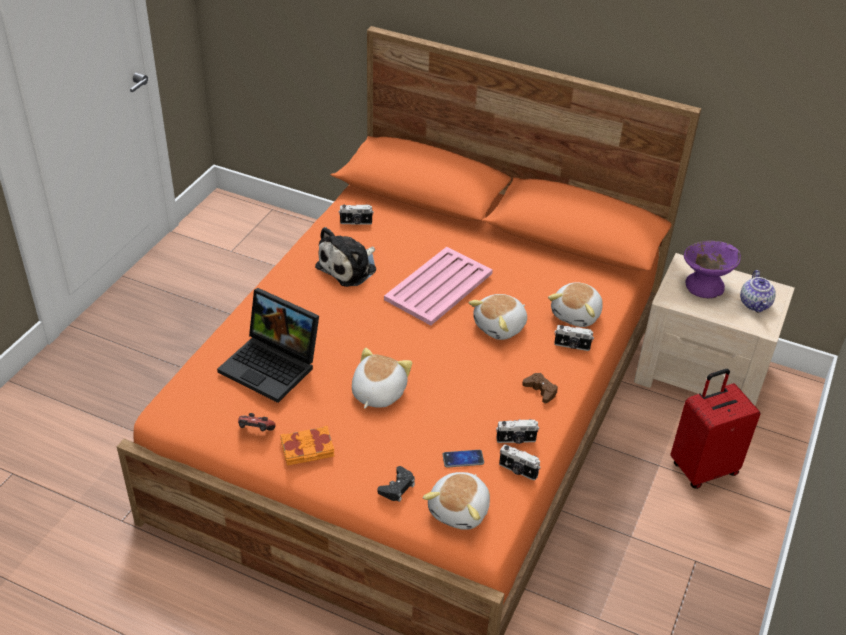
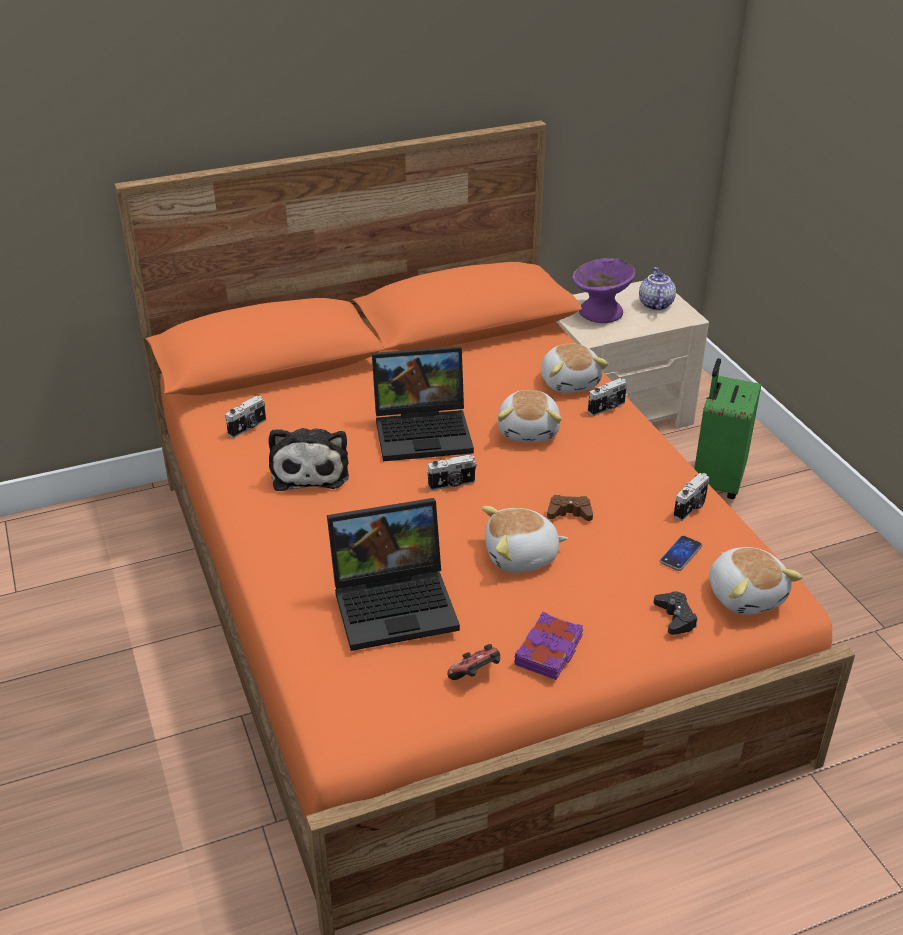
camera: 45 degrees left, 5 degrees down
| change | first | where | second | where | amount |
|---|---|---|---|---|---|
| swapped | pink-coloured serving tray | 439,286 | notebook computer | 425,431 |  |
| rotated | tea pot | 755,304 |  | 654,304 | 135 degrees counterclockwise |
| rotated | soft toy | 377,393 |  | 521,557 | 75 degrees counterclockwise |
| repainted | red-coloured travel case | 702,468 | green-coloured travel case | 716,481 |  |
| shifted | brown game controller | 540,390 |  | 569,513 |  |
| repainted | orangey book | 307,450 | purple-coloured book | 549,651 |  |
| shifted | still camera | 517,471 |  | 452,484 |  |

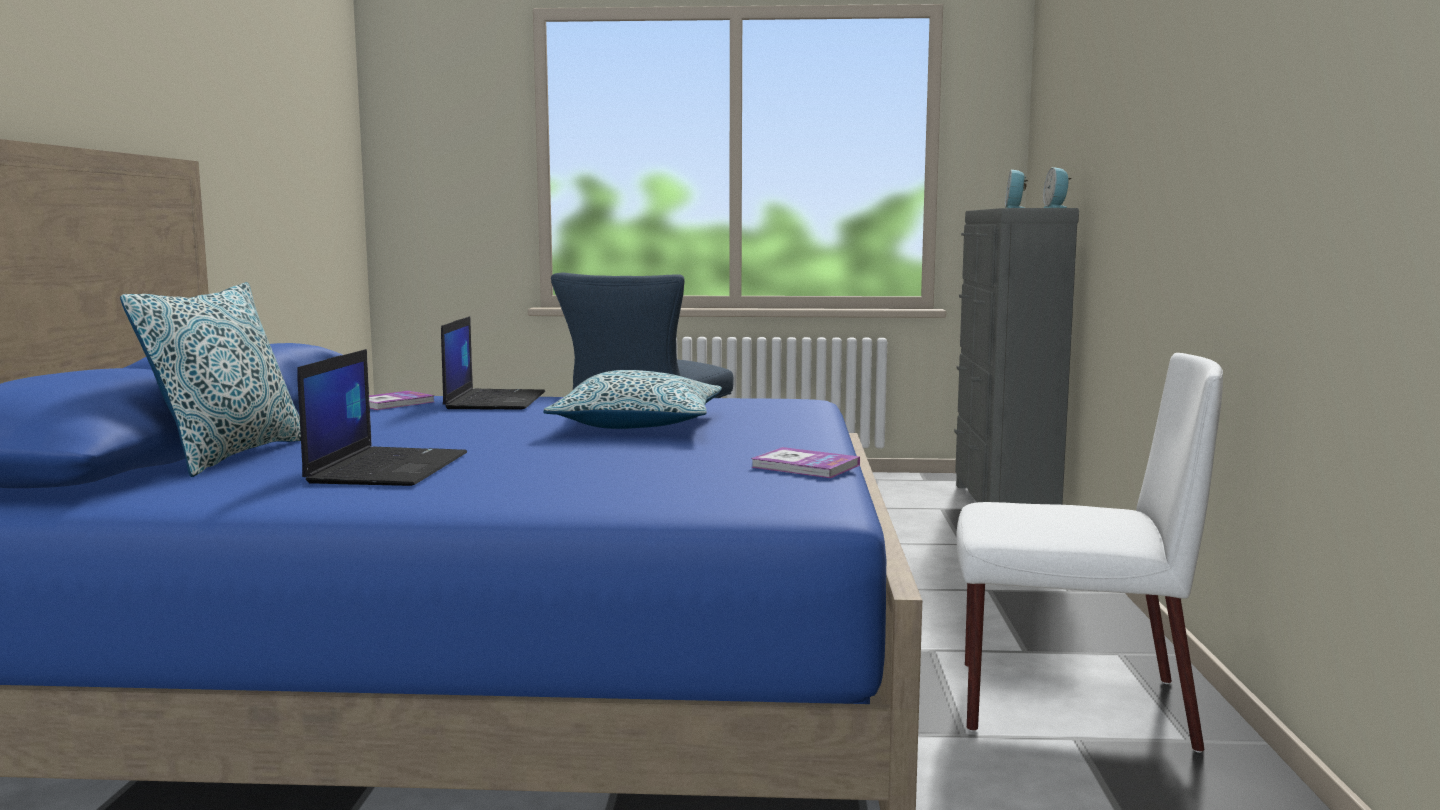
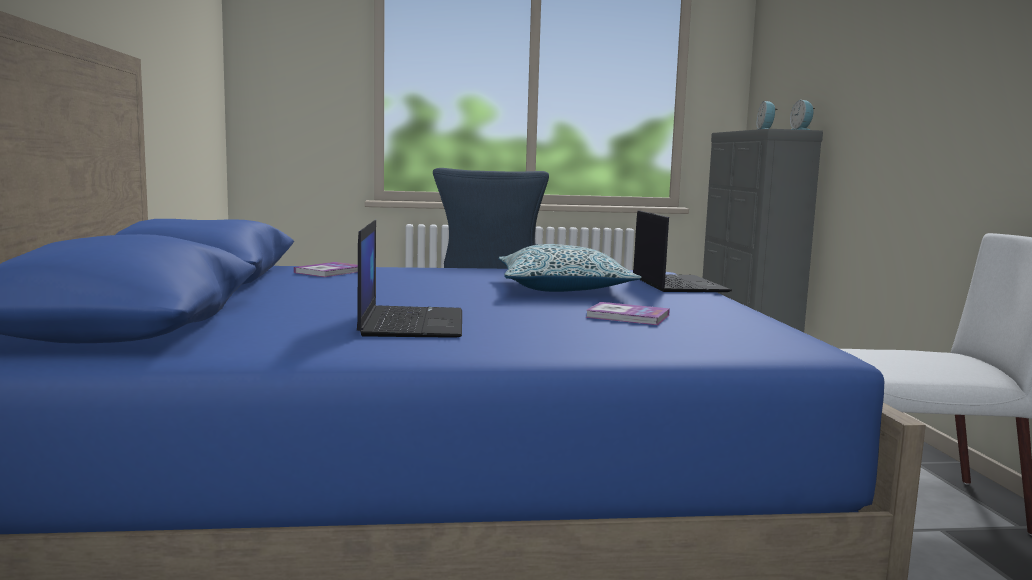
camera: 10 degrees left, 0 degrees up
| change | first | where | second | where | amount |
|---|---|---|---|---|---|
| gone | pillow | 230,455 |  |  |  |
| shifted | notebook computer | 494,400 |  | 677,284 |  |
| shifted | book | 805,466 |  | 627,316 |  |

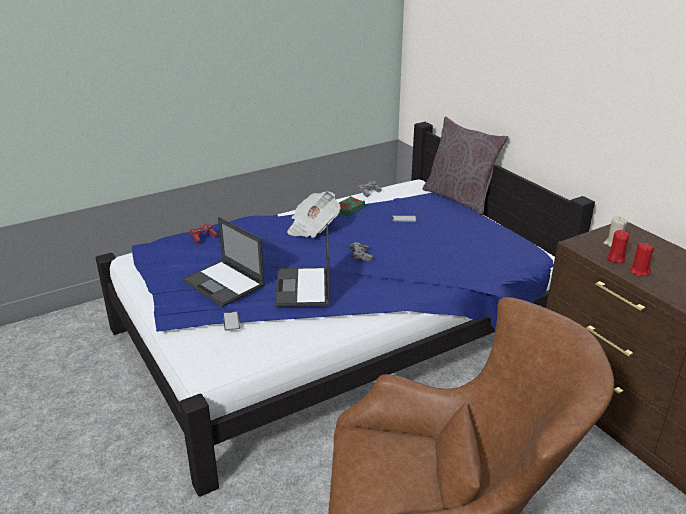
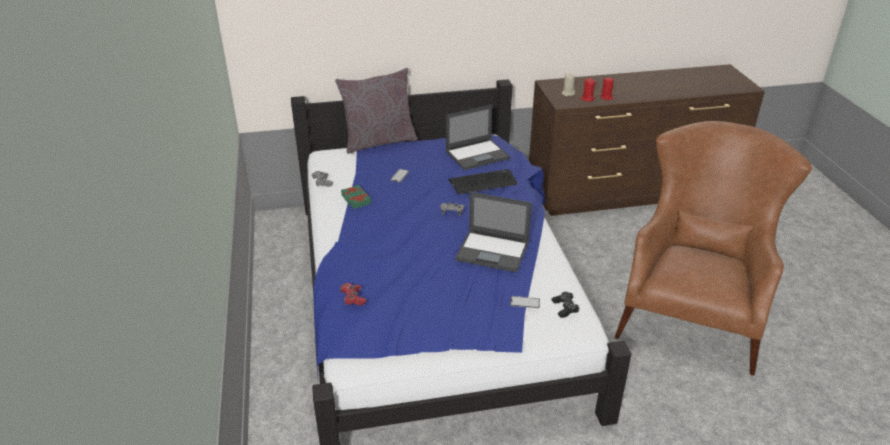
camera: 70 degrees left, 5 degrees up
| change | first | where | second | where | amount |
|---|---|---|---|---|---|
| gone | newspaper | 312,228 |  |  |  |
| shifted | notebook computer | 224,283 |  | 478,154 |  |
| new |  |  | keyboard | 483,182 |  |
| new |  |  | black game controller | 564,308 |  |

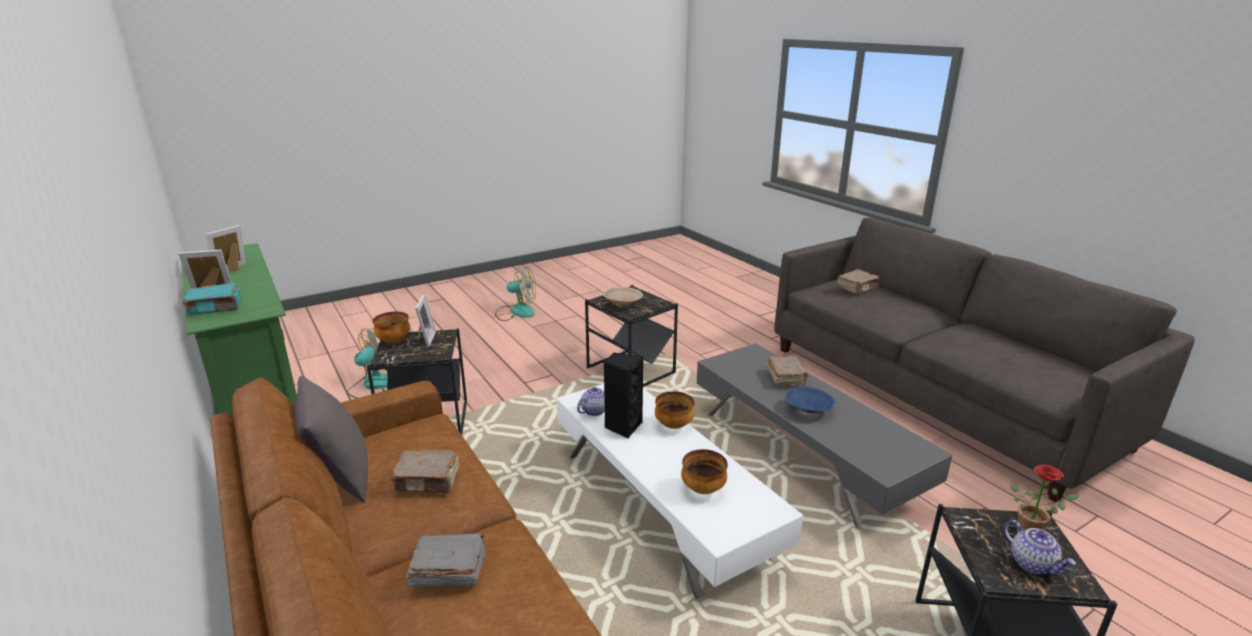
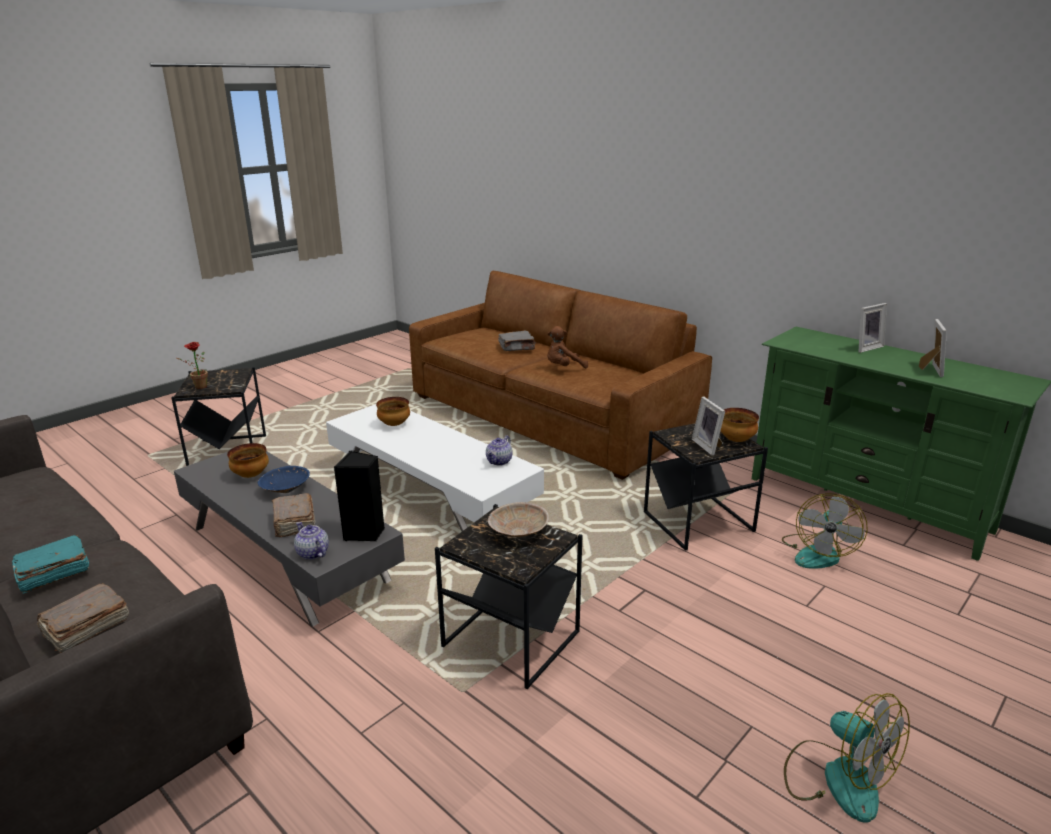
camera: 165 degrees right, 0 degrees up
| change | first | where | second | where | amount |
|---|---|---|---|---|---|
| rotated | fan | 516,311 |  | 837,778 | 120 degrees counterclockwise |
| shifted | blue-green book | 216,308 |  | 53,574 |  |
| shifted | black loudspeaker | 623,426 |  | 364,533 |  |
| gone | greyish pillow | 340,478 |  |  |  |
| shifted | serving bowl | 674,425 |  | 250,475 |  |
| swapped | brown book | 428,481 | brown soft toy | 564,367 |  |
| shifted | tea pot | 1032,564 |  | 312,553 |  |

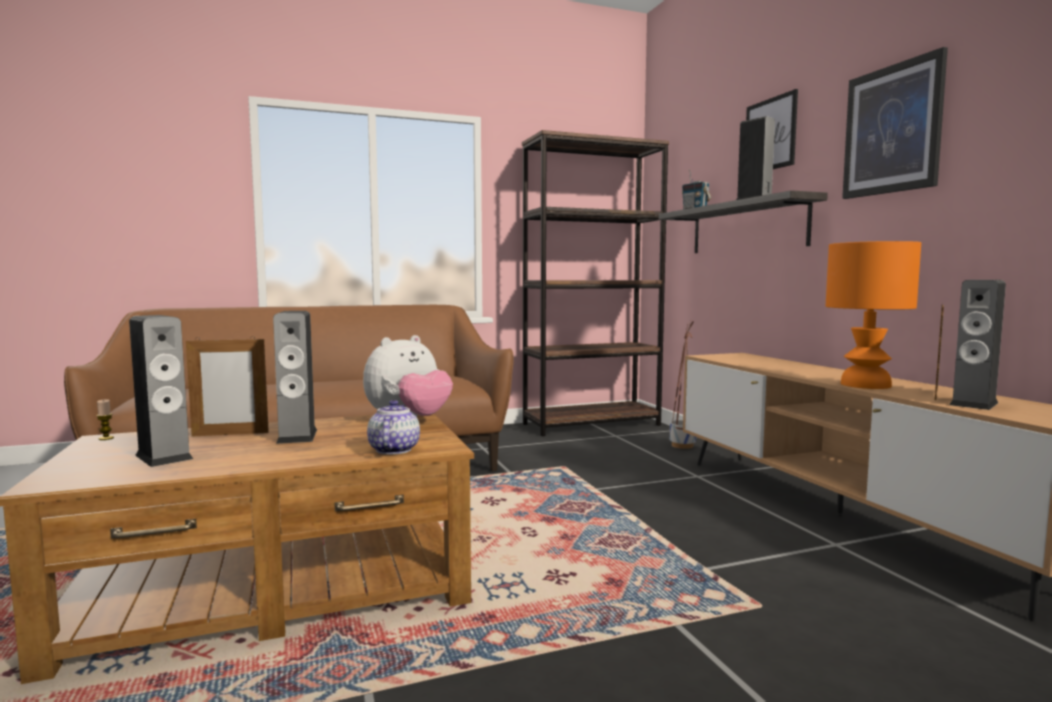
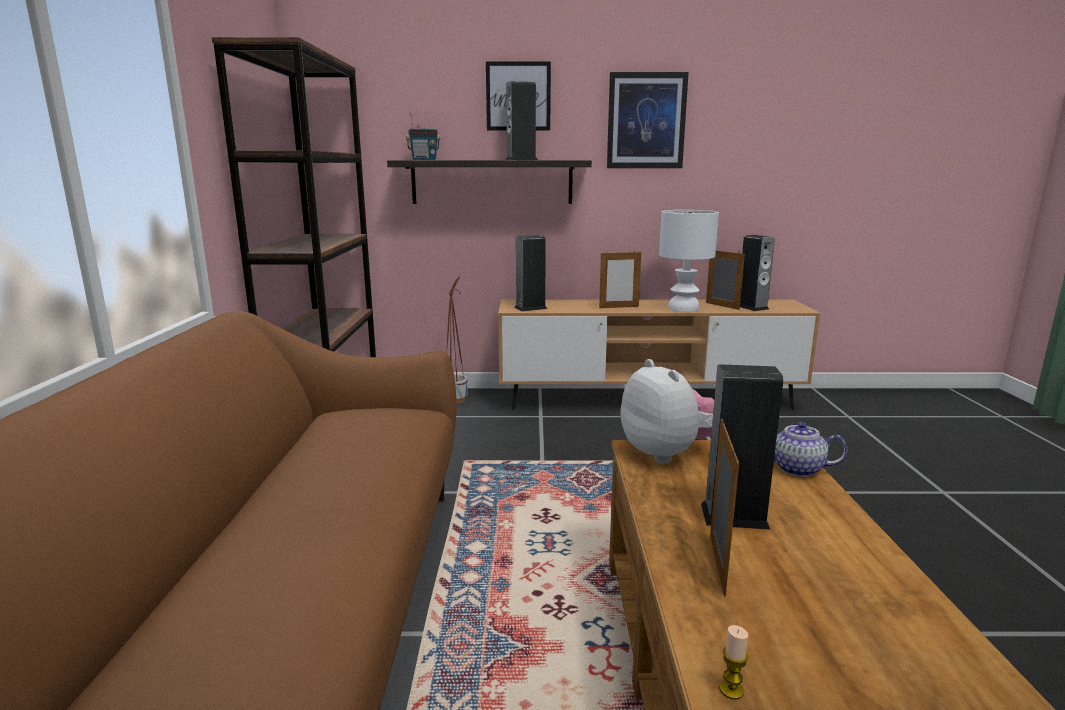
camera: 70 degrees left, 10 degrees up
| change | first | where | second | where | amount |
|---|---|---|---|---|---|
| repainted | orangey table lamp | 864,385 | white table lamp | 683,308 |  |
| shifted | loudspeaker | 164,457 |  | 530,308 |  |
| new |  |  | standing frame | 619,307 |  |

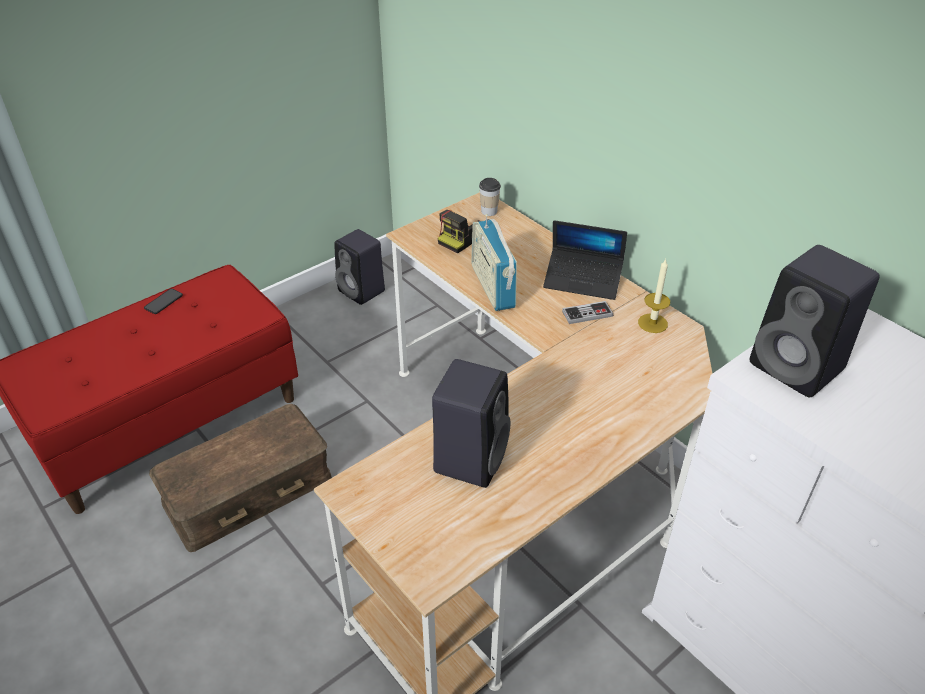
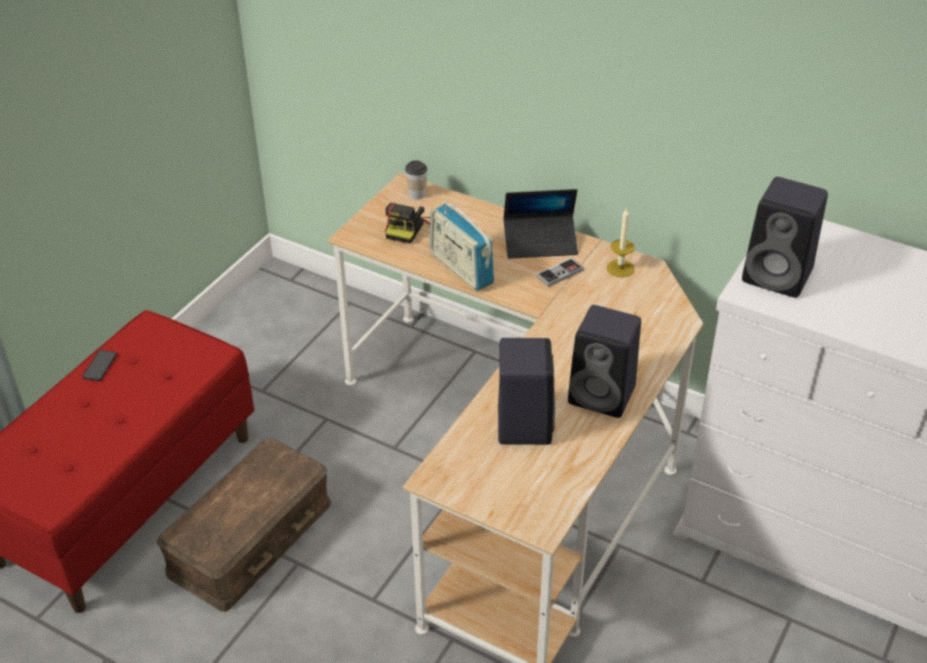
camera: 20 degrees left, 0 degrees up
| change | first | where | second | where | amount |
|---|---|---|---|---|---|
| shifted | black loudspeaker | 363,291 |  | 604,395 |  |

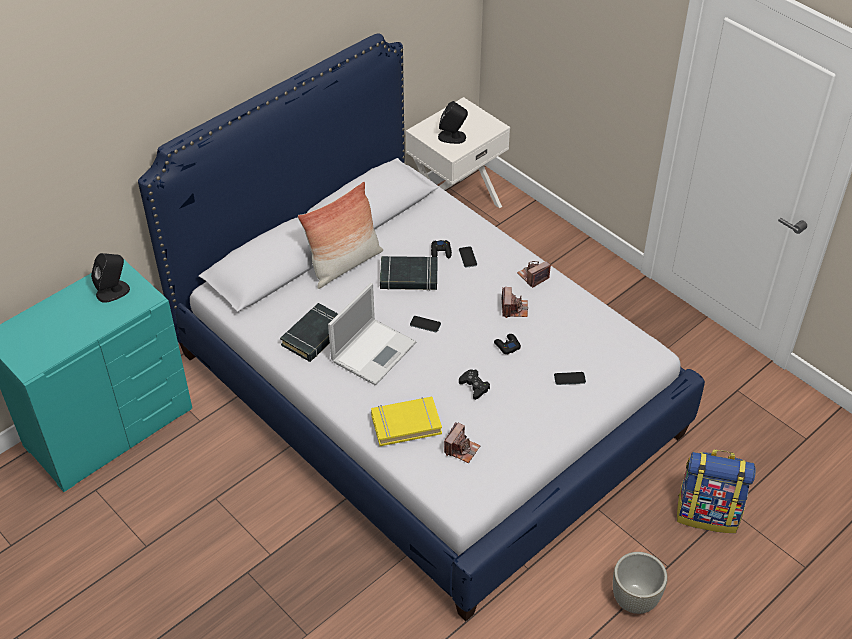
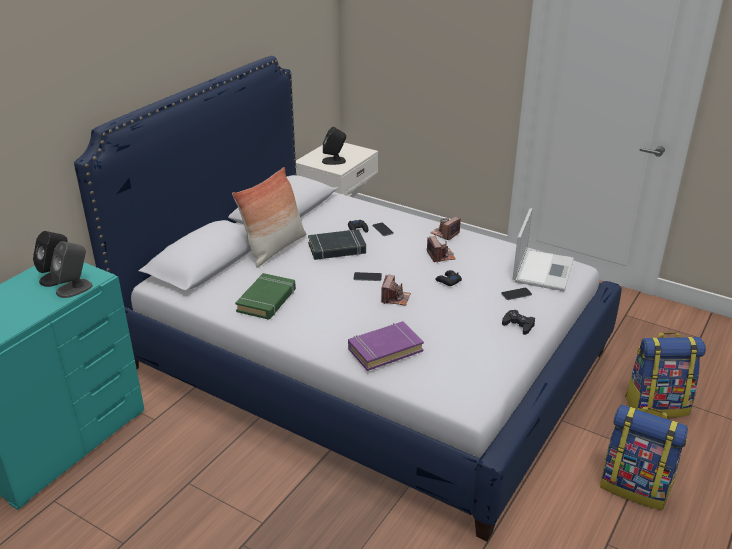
camera: 15 degrees left, 15 degrees down
| change | first | where | second | where | amount |
|---|---|---|---|---|---|
| shifted | notebook computer | 374,351 |  | 543,269 |  |
| repainted | black book | 315,336 | green-coloured book | 267,300 |  |
| shifted | black game controller | 474,386 |  | 518,325 |  |
| repainted | yellowish book | 406,424 | purple-coloured book | 385,349 |  |
| shifted | still camera | 461,449 |  | 395,298 |  |
| swapped | greyish plant pot | 635,599 | rucksack | 635,486 |  |
| new |  |  | greyish loudspeaker | 75,288 |  |

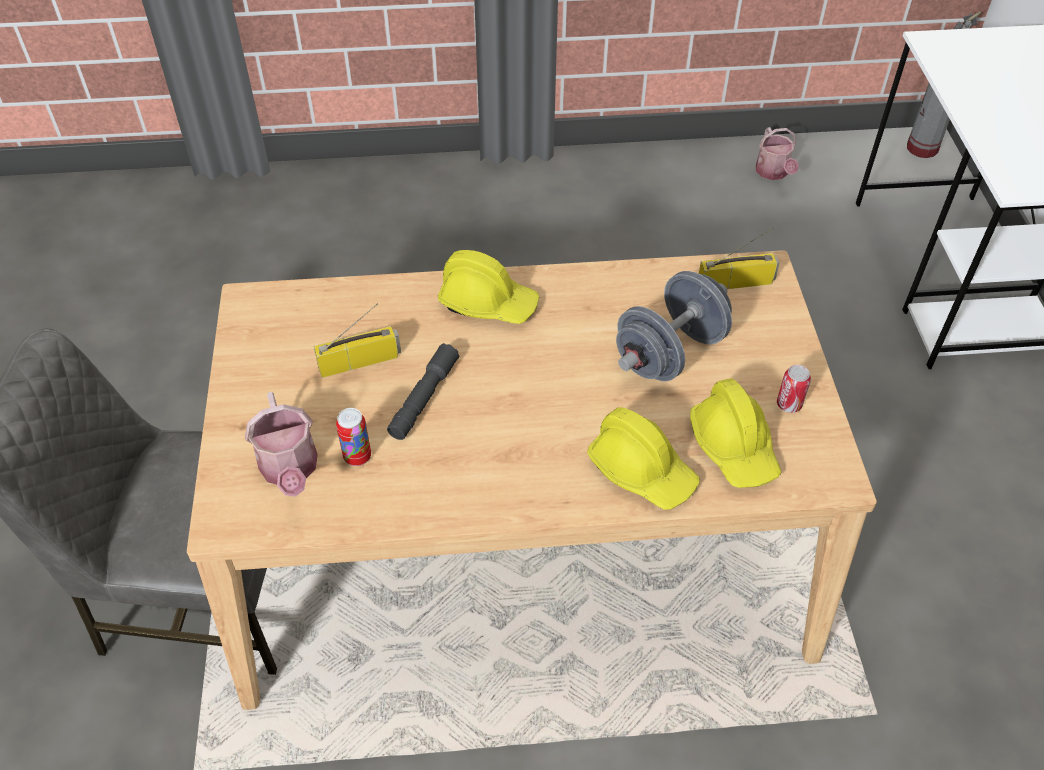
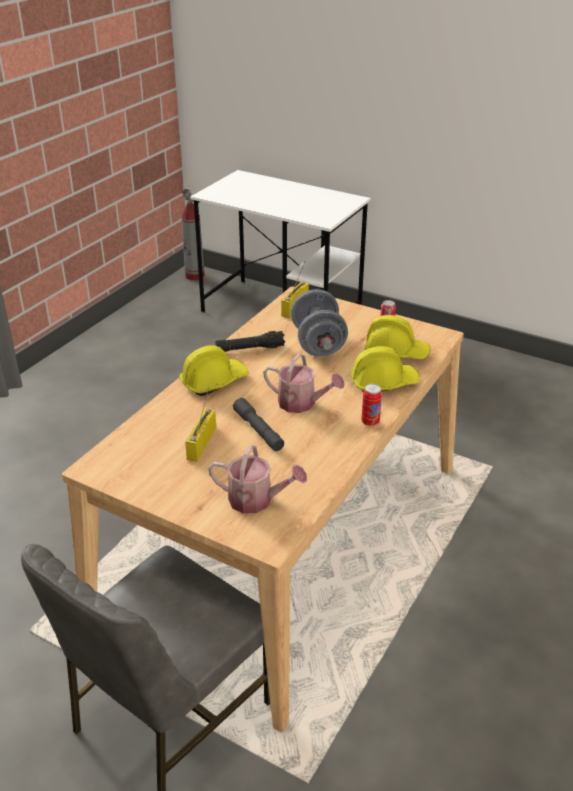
camera: 55 degrees left, 15 degrees down
| change | first | where | second | where | amount |
|---|---|---|---|---|---|
| shifted | watering pot | 773,173 |  | 302,403 |  |
| shifted | sealed can | 357,457 |  | 370,422 |  |
| new |  |  | black torch | 250,349 |  |

